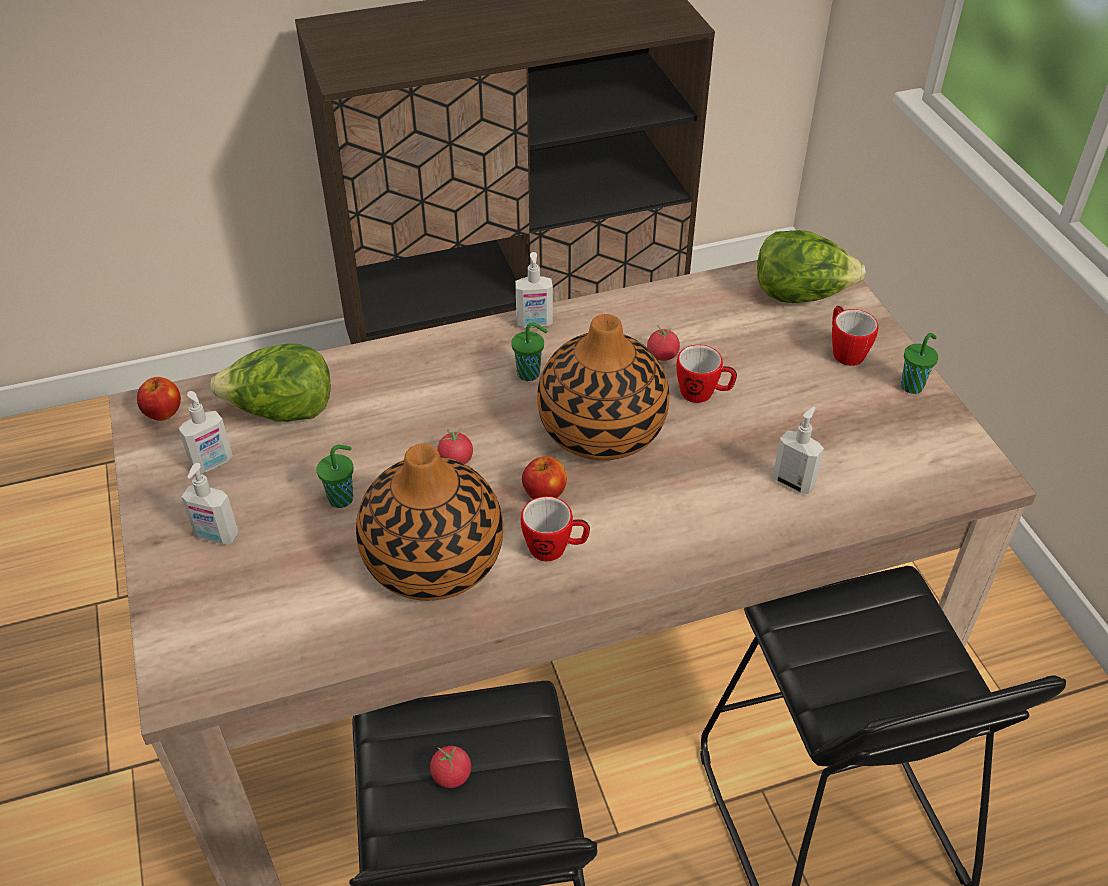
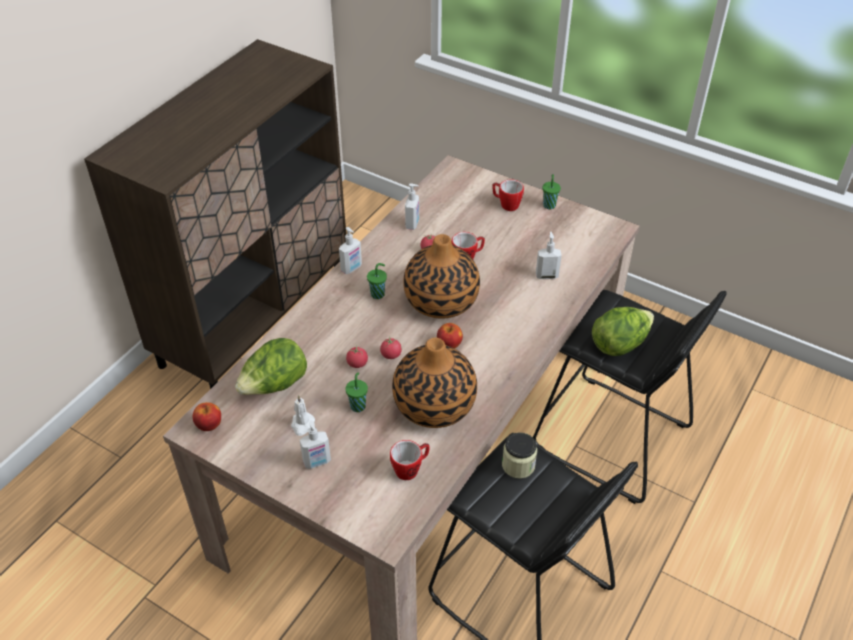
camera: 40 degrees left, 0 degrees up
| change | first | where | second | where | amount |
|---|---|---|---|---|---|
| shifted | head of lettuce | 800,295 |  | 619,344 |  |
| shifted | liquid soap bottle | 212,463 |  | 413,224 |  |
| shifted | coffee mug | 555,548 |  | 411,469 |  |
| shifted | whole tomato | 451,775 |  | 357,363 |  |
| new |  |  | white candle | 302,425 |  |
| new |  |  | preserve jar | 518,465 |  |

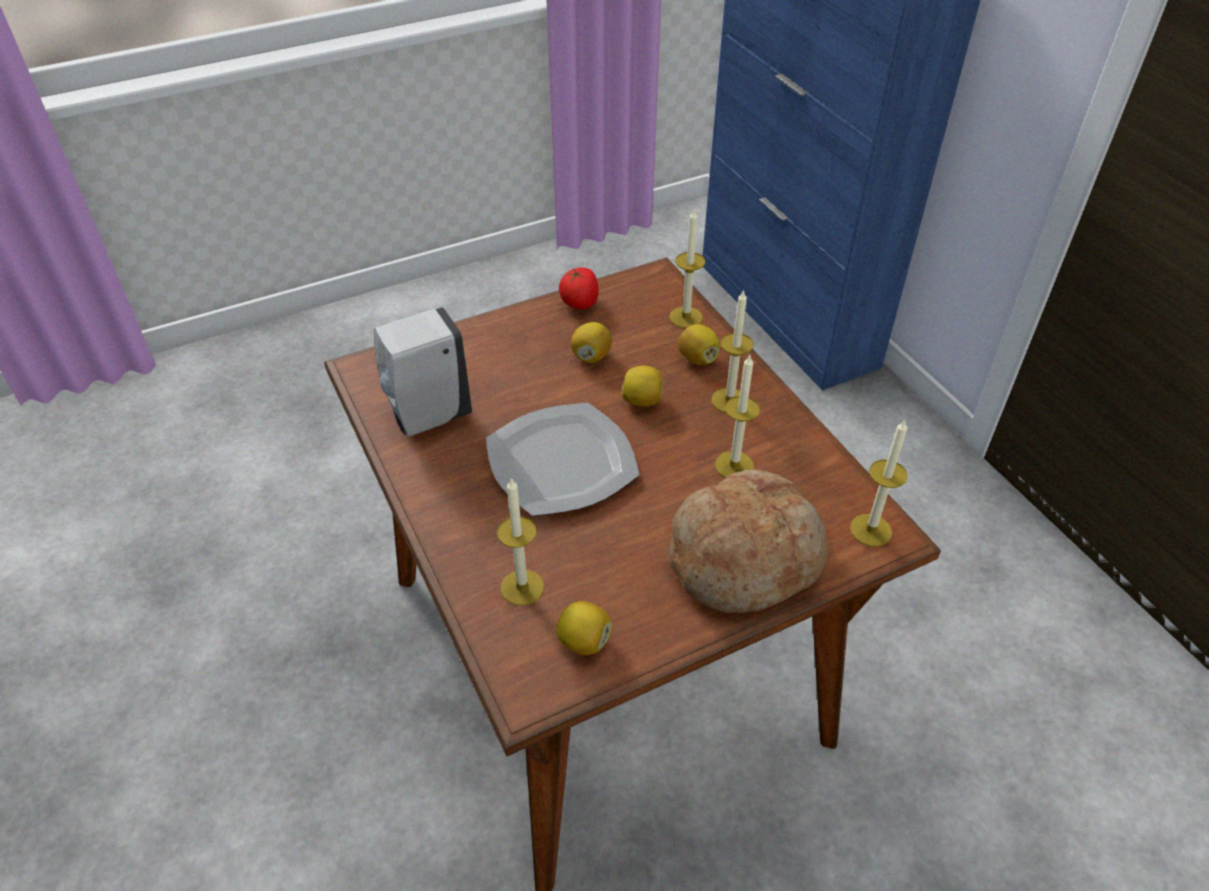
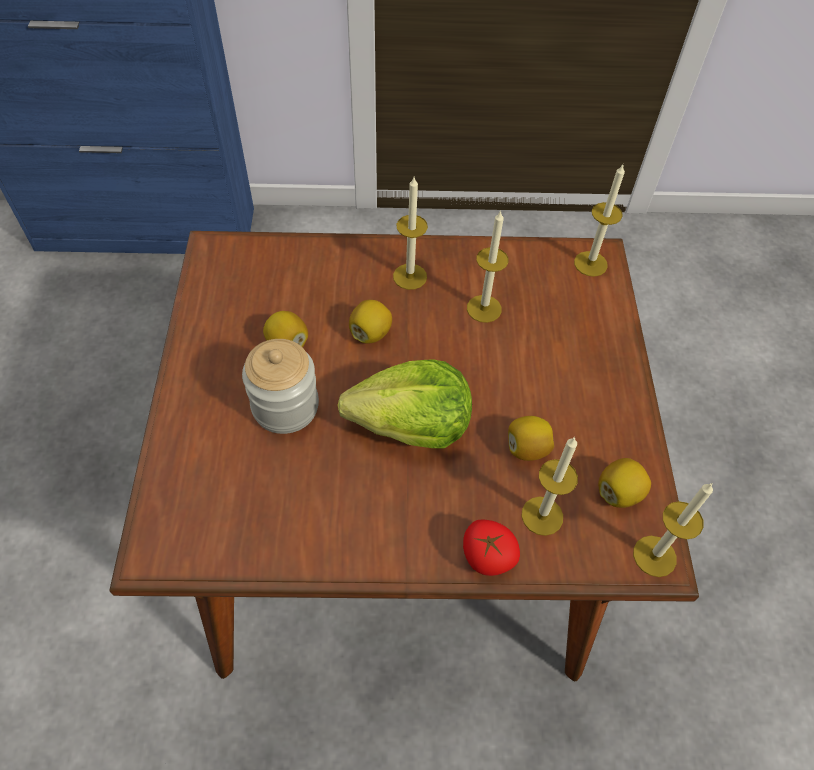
camera: 65 degrees left, 10 degrees up
| change | first | where | second | where | amount |
|---|---|---|---|---|---|
| shifted | candle | 686,317 |  | 654,556 |  |
| shifted | whole tomato | 580,303 |  | 486,556 |  |
| gone | white liquid soap bottle | 427,417 |  |  |  |
| shifted | citrus fruit | 697,358 |  | 527,448 |  |
| swapped | plate | 561,463 | head of lettuce | 412,426 |  |
| gone | bakery bread | 745,557 |  |  |  |
| new |  |  | preserve jar | 285,406 |  |

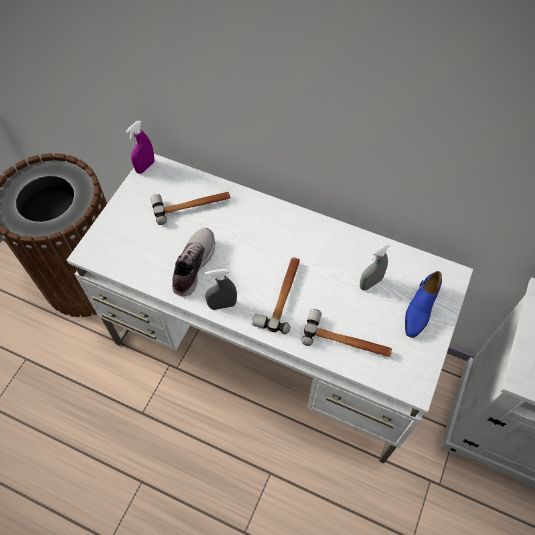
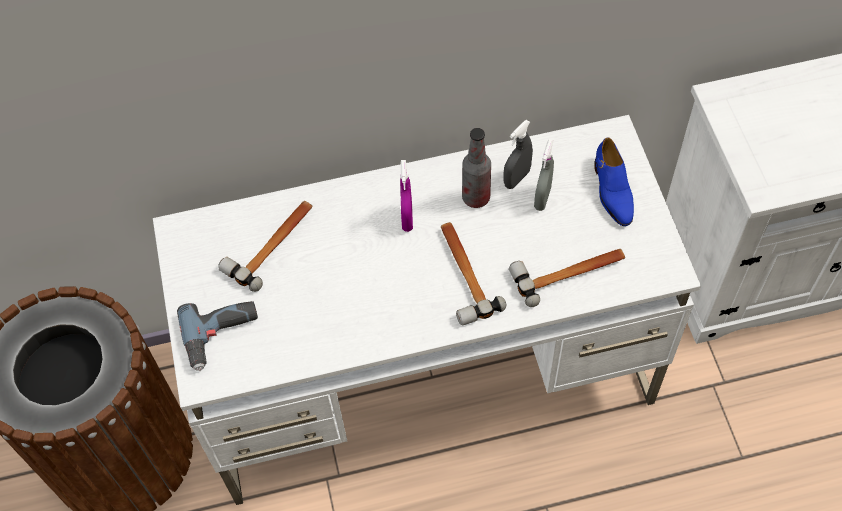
camera: 35 degrees left, 0 degrees up
| change | first | where | second | where | amount |
|---|---|---|---|---|---|
| shifted | purple-coloured spray bottle | 145,167 |  | 407,218 |  |
| gone | shoe | 192,266 |  |  |  |
| shifted | greyish spray bottle | 222,305 |  | 516,178 |  |
| new |  |  | beverage bottle | 476,197 |  |
| new |  |  | power drill | 222,336 |  |

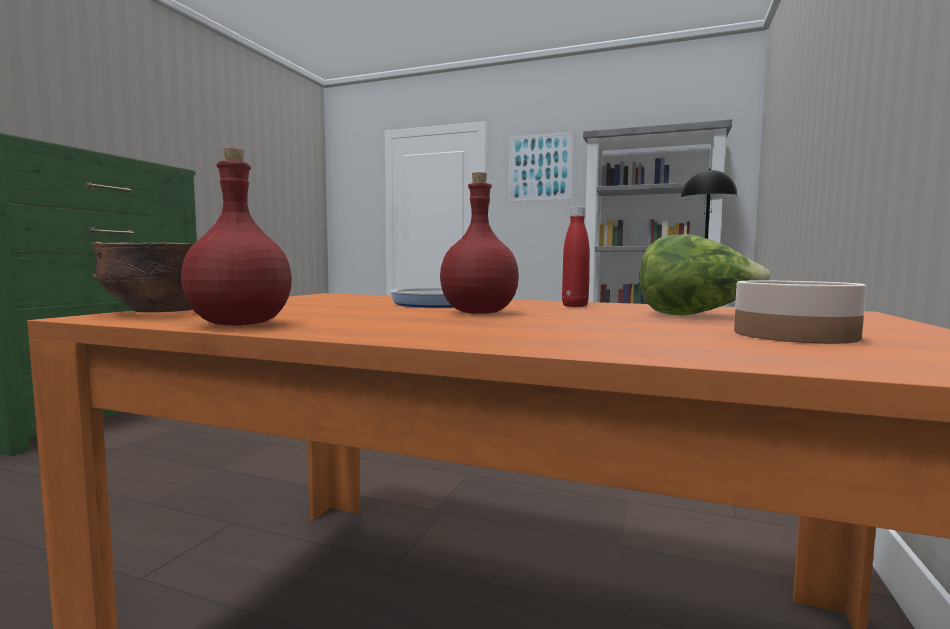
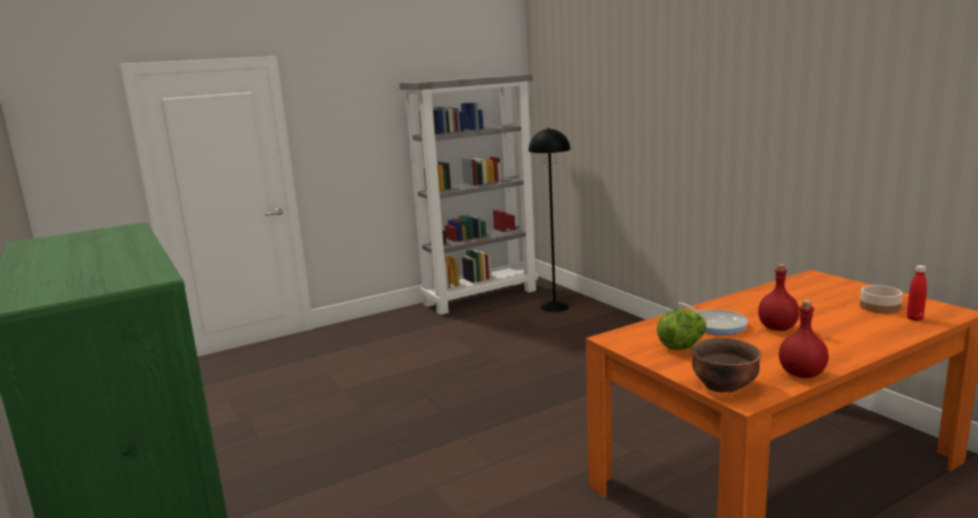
camera: 50 degrees left, 10 degrees up
| change | first | where | second | where | amount |
|---|---|---|---|---|---|
| gone | picture | 540,167 |  |  |  |
| shifted | red-coloured beverage bottle | 575,306 |  | 914,318 |  |
| shifted | head of lettuce | 694,315 |  | 682,346 |  |

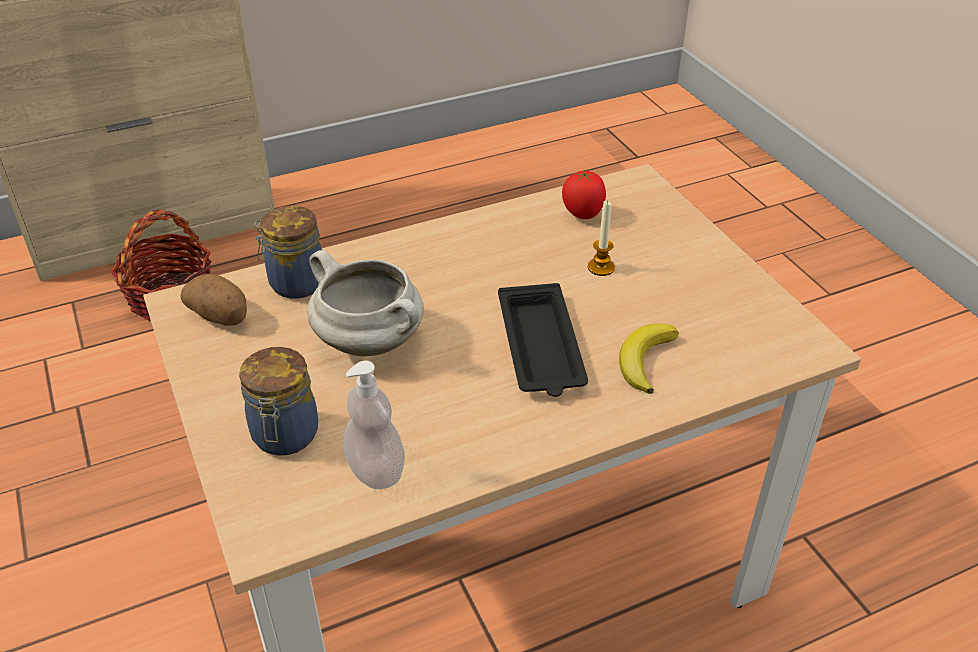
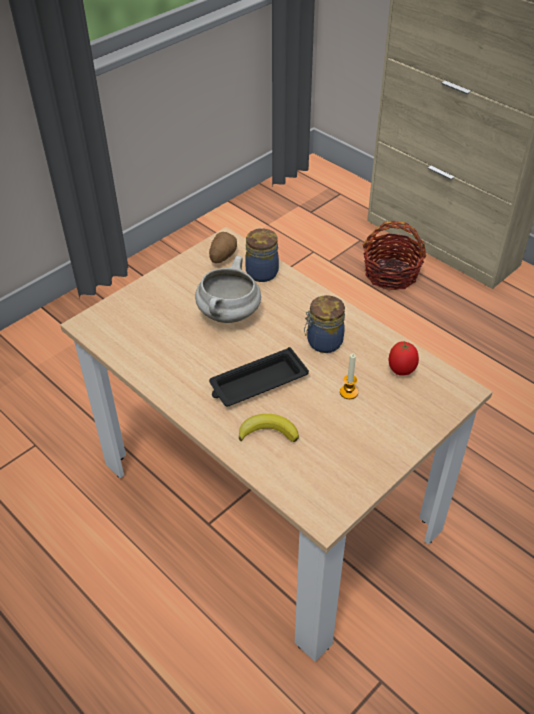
camera: 70 degrees right, 5 degrees up
| change | first | where | second | where | amount |
|---|---|---|---|---|---|
| shifted | preserve jar | 284,436 |  | 323,342 |  |
| gone | liquid soap bottle | 376,470 |  |  |  |

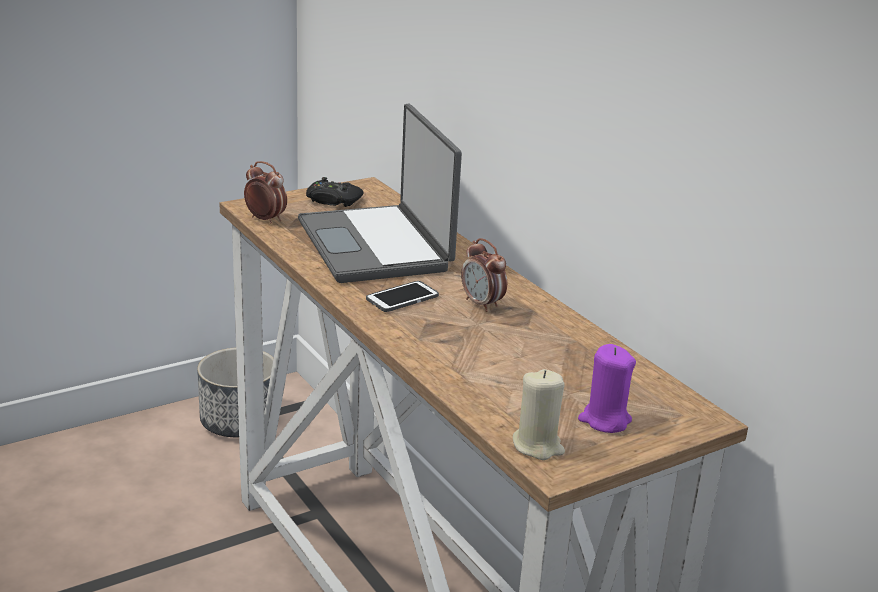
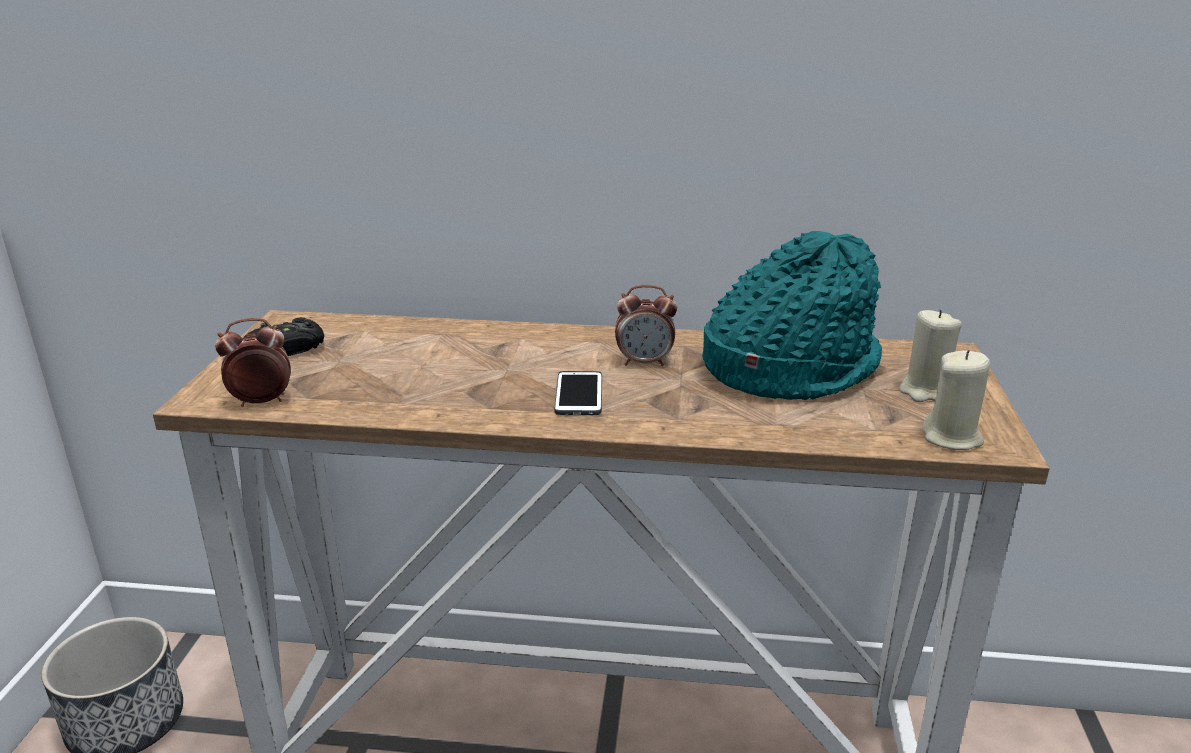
camera: 50 degrees left, 0 degrees up
| change | first | where | second | where | amount |
|---|---|---|---|---|---|
| gone | notebook computer | 377,246 |  |  |  |
| repainted | purple-coloured candle | 604,420 | beige candle | 925,391 |  |
| new |  |  | blue-green hat | 789,368 |  |

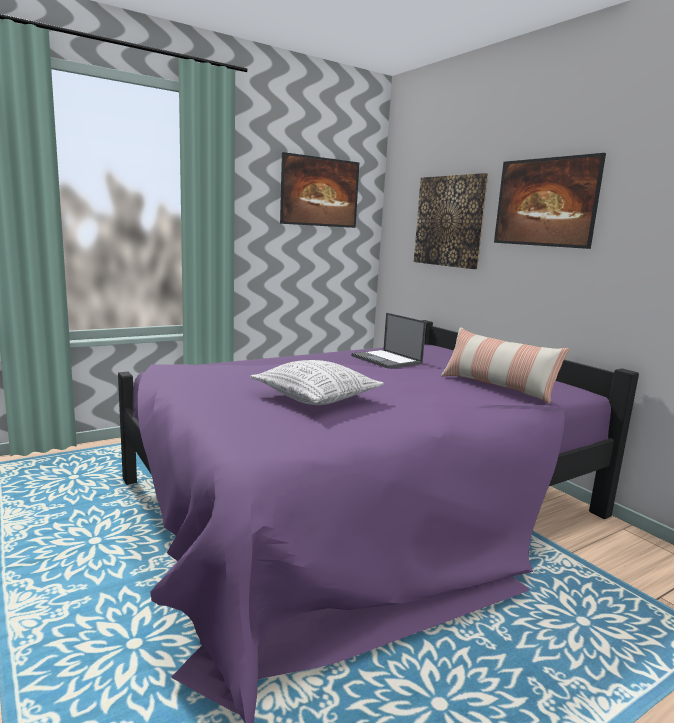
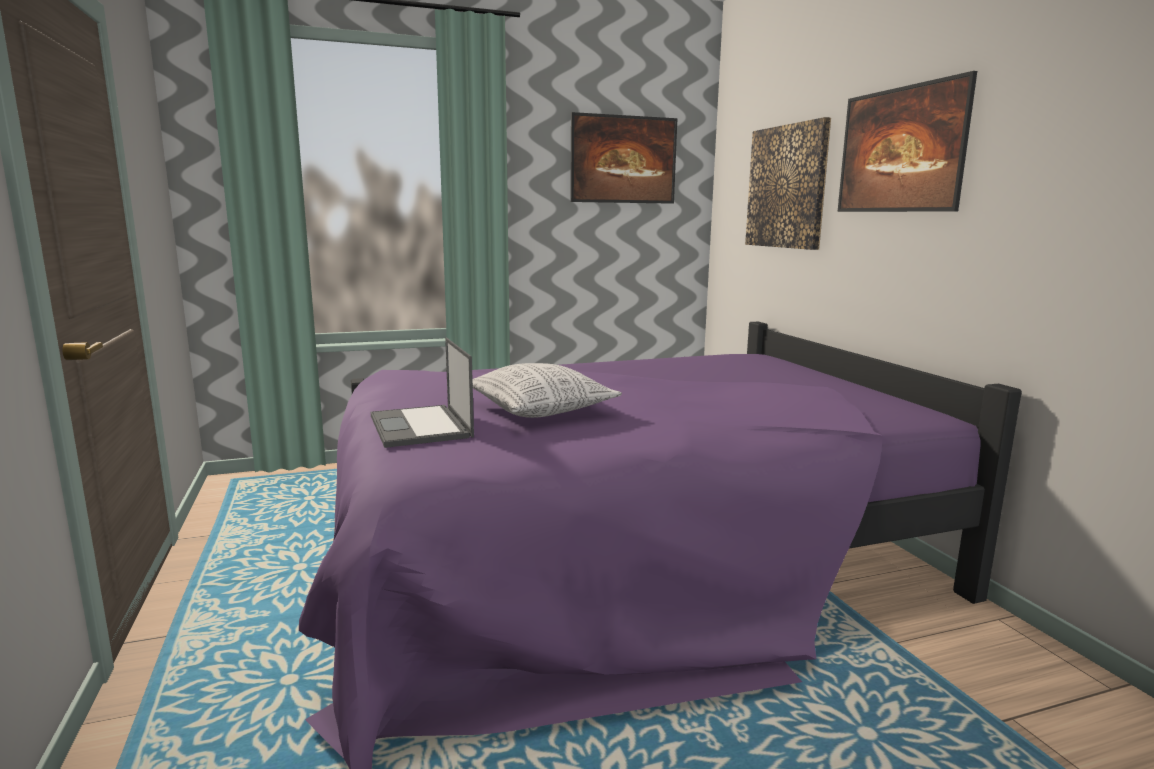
camera: 15 degrees right, 0 degrees up
| change | first | where | second | where | amount |
|---|---|---|---|---|---|
| shifted | notebook computer | 387,360 |  | 421,427 |  |
| gone | pillow | 497,387 |  |  |  |

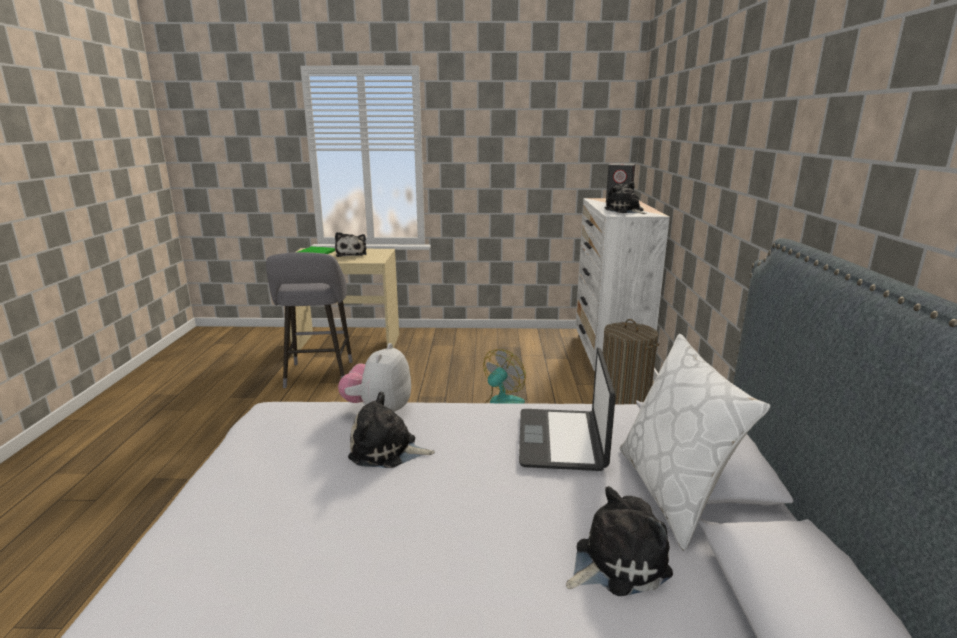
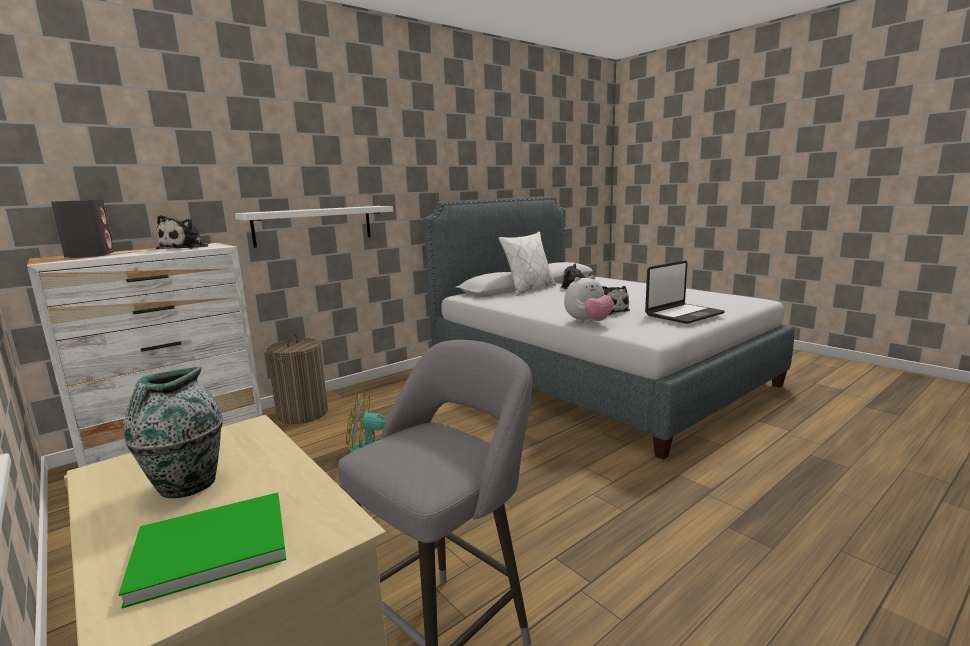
camera: 130 degrees left, 5 degrees down
| change | first | where | second | where | amount |
|---|---|---|---|---|---|
| swapped | soft toy | 351,254 | decorative vase | 186,485 |  |
| shifted | notebook computer | 562,440 |  | 683,314 |  |
| new |  |  | white wall shelf | 314,225 |  |

